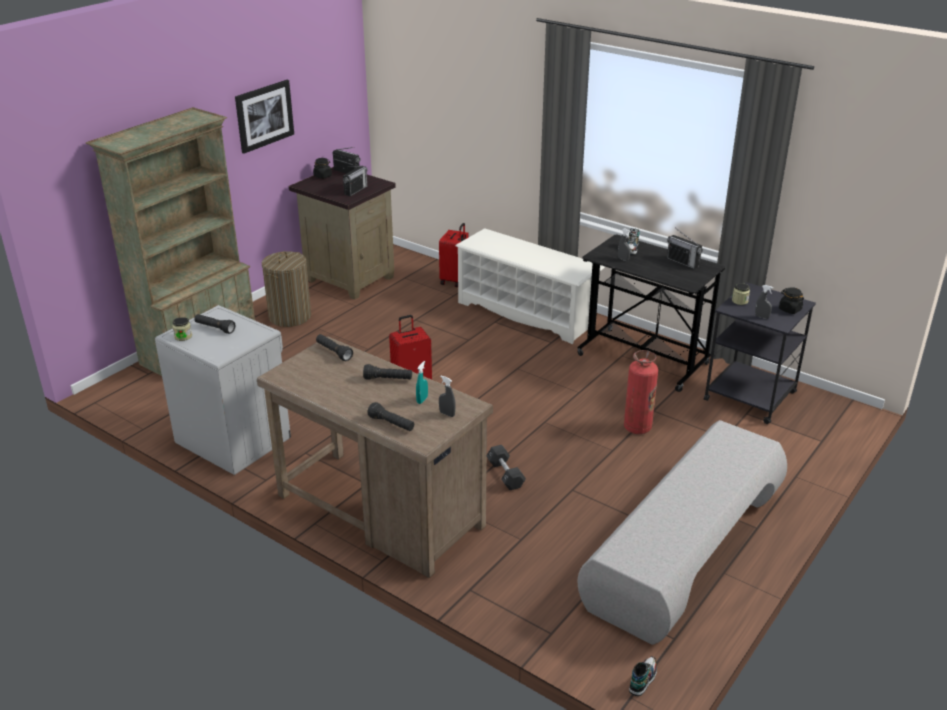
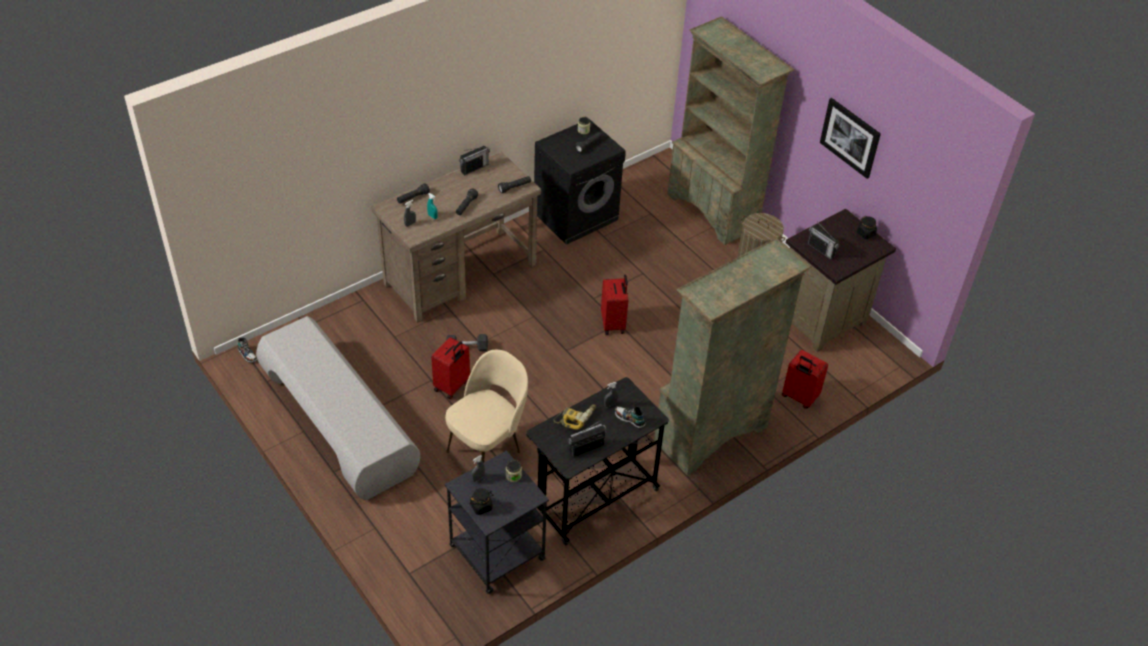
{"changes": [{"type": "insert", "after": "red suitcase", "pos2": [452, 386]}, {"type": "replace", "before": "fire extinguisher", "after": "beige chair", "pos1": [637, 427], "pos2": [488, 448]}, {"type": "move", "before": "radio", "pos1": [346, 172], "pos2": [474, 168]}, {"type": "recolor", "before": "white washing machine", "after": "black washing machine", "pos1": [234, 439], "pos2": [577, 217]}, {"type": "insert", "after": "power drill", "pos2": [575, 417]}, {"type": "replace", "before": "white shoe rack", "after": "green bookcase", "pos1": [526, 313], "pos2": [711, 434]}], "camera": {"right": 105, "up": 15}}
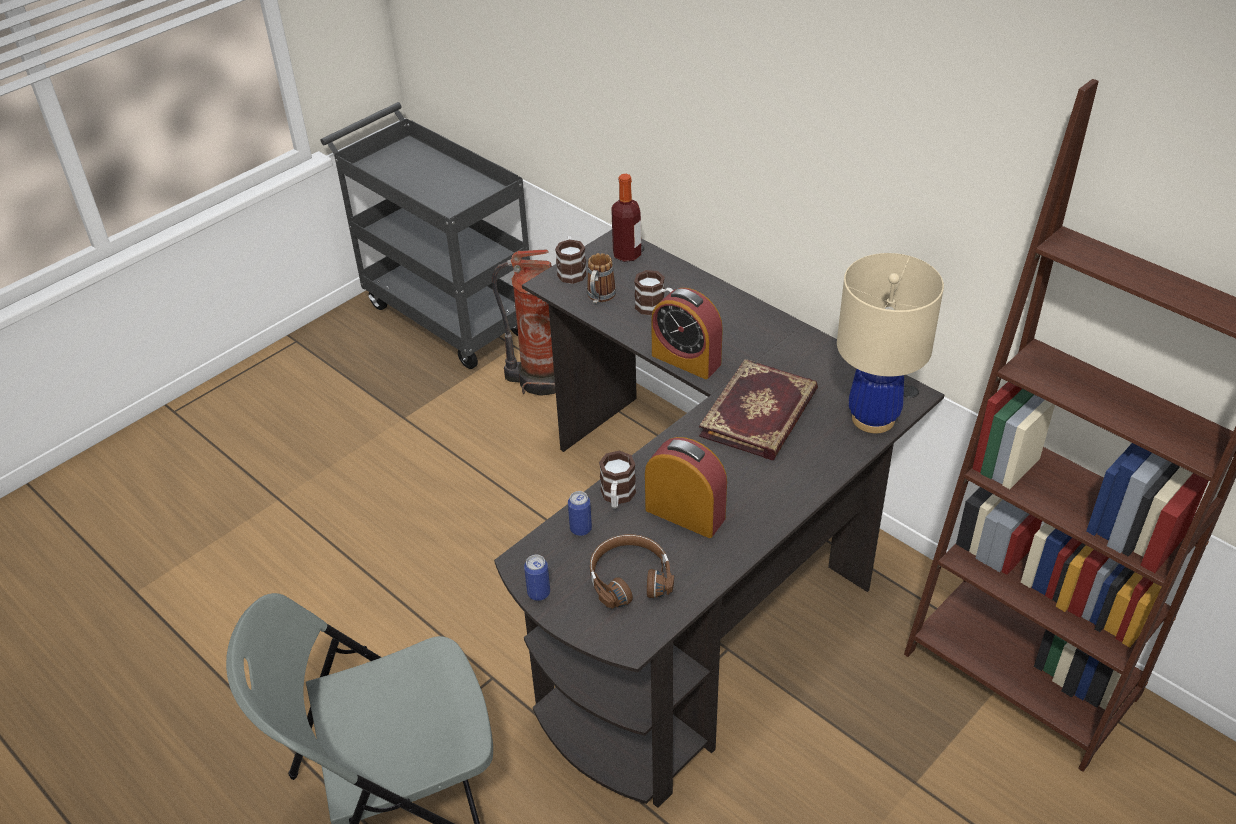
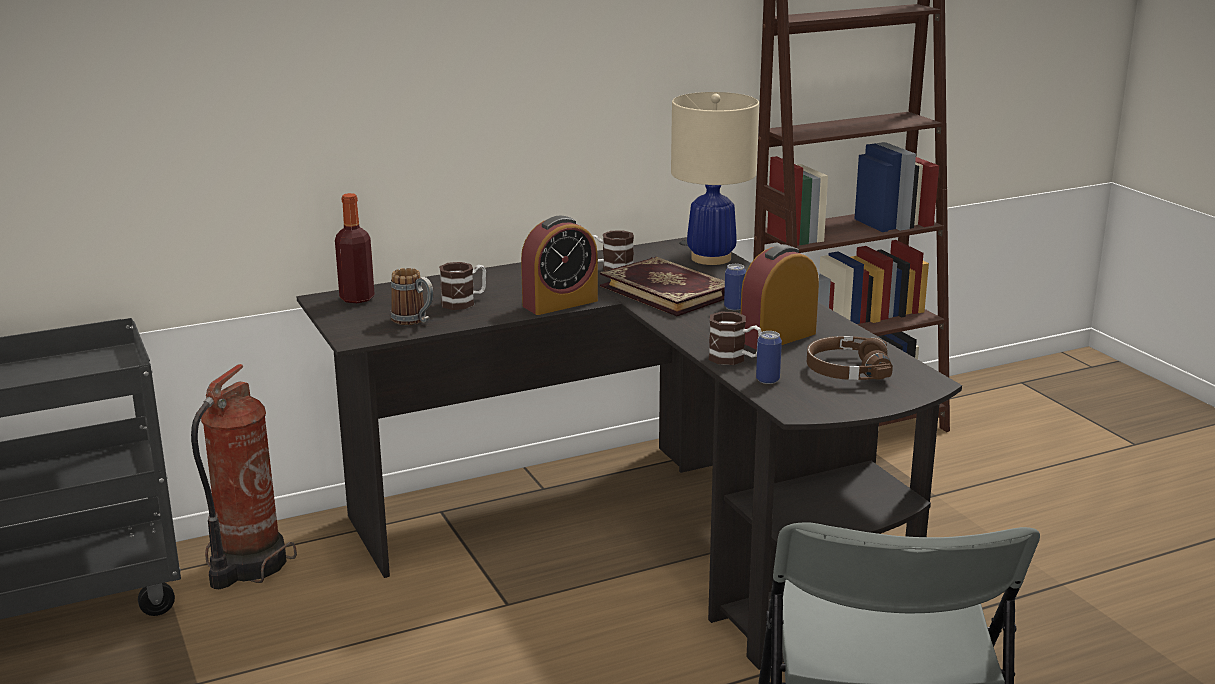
{"changes": [{"type": "move", "before": "mug", "pos1": [571, 271], "pos2": [611, 268]}, {"type": "move", "before": "can", "pos1": [539, 593], "pos2": [734, 307]}], "camera": {"right": -70, "up": -20}}
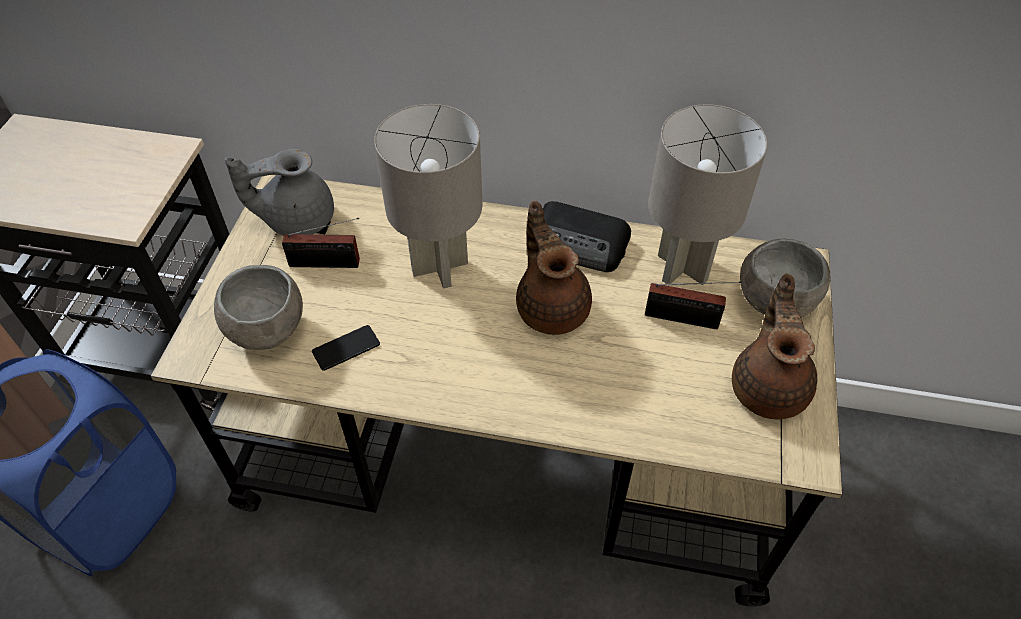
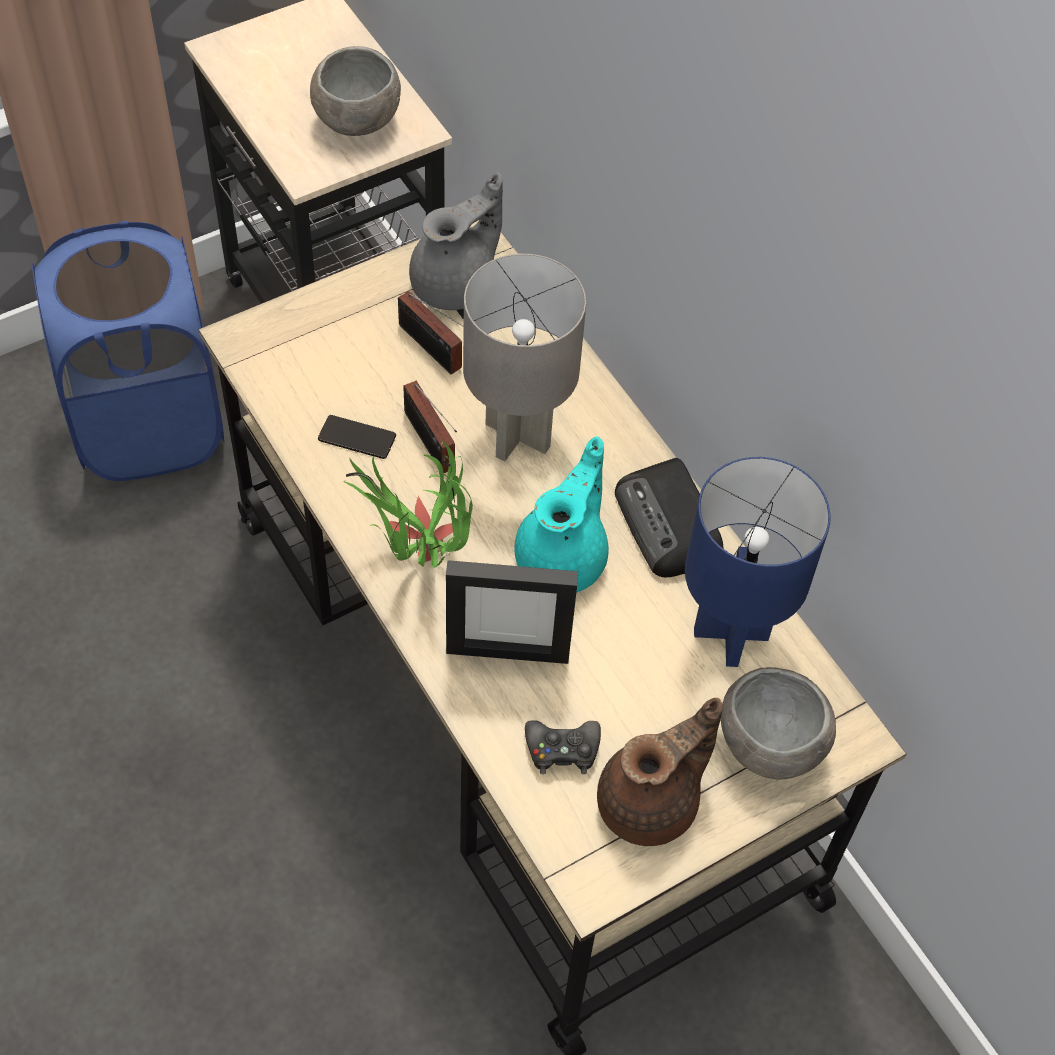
{"changes": [{"type": "move", "before": "grey bowl", "pos1": [267, 329], "pos2": [358, 121]}, {"type": "insert", "after": "potted plant", "pos2": [419, 561]}, {"type": "move", "before": "radio", "pos1": [685, 319], "pos2": [430, 444]}, {"type": "rotate", "before": "grey teapot", "pos1": [297, 219], "pos2": [456, 284], "turn": 105}, {"type": "insert", "after": "picture frame", "pos2": [508, 649]}, {"type": "recolor", "before": "brown teapot", "after": "turquoise teapot", "pos1": [552, 306], "pos2": [564, 558]}, {"type": "insert", "after": "black game controller", "pos2": [562, 750]}, {"type": "recolor", "before": "grey table lamp", "after": "blue table lamp", "pos1": [683, 268], "pos2": [732, 635]}], "camera": {"right": 45, "up": 5}}
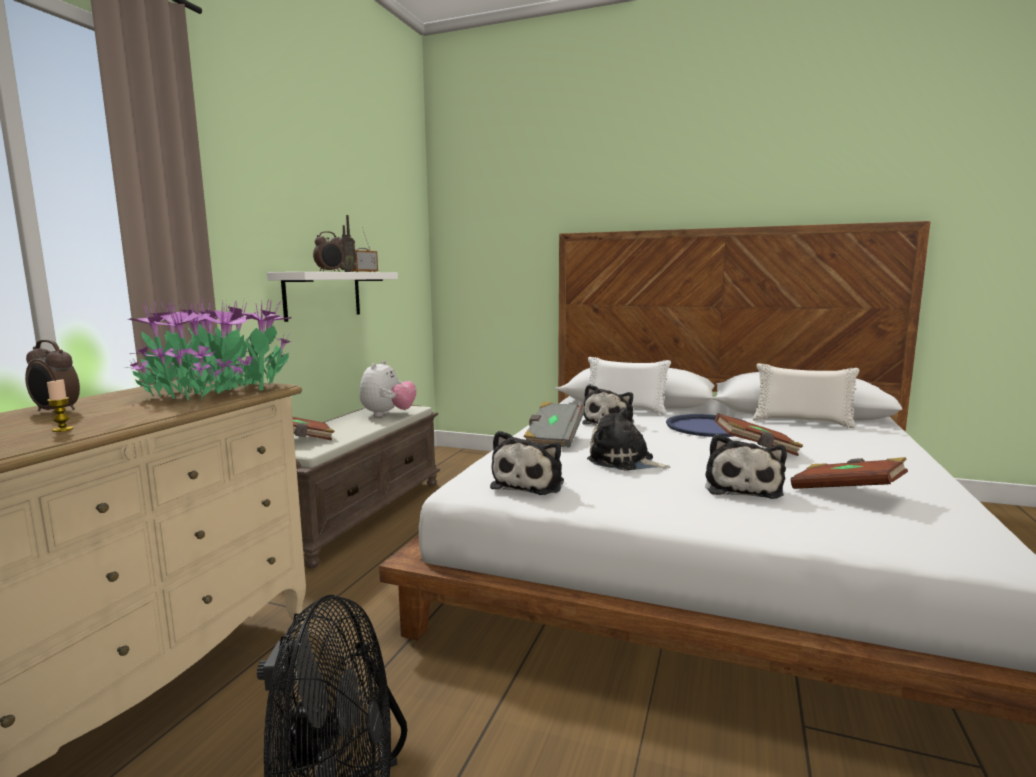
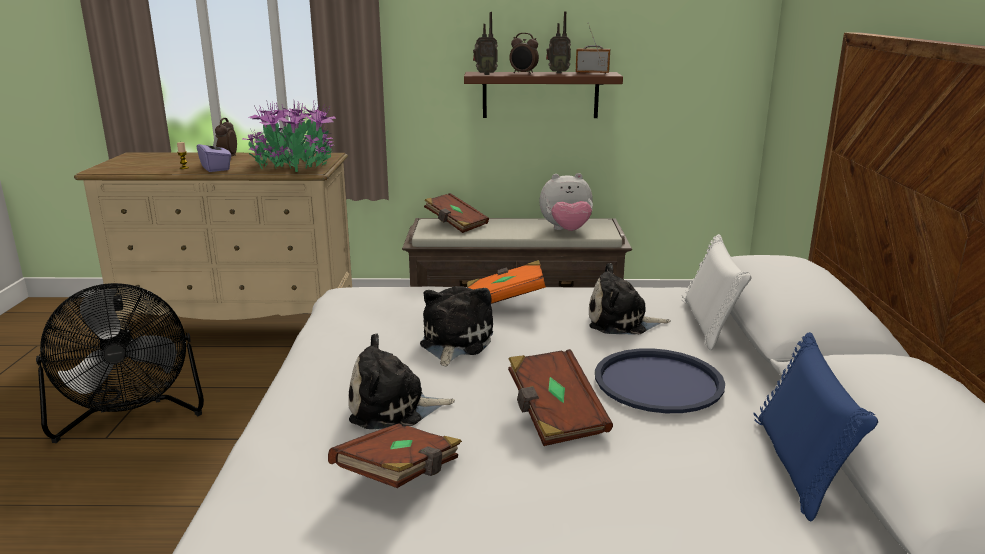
{"changes": [{"type": "insert", "after": "purple tissue box", "pos2": [216, 168]}, {"type": "recolor", "before": "white shelf", "after": "brown shelf", "pos1": [323, 295], "pos2": [540, 95]}, {"type": "recolor", "before": "grey book", "after": "orange book", "pos1": [553, 438], "pos2": [505, 300]}, {"type": "insert", "after": "radio", "pos2": [485, 74]}, {"type": "recolor", "before": "white pillow", "after": "blue pillow", "pos1": [802, 422], "pos2": [800, 467]}, {"type": "delete", "before": "plush toy", "pos1": [530, 484]}], "camera": {"right": 70, "up": 10}}
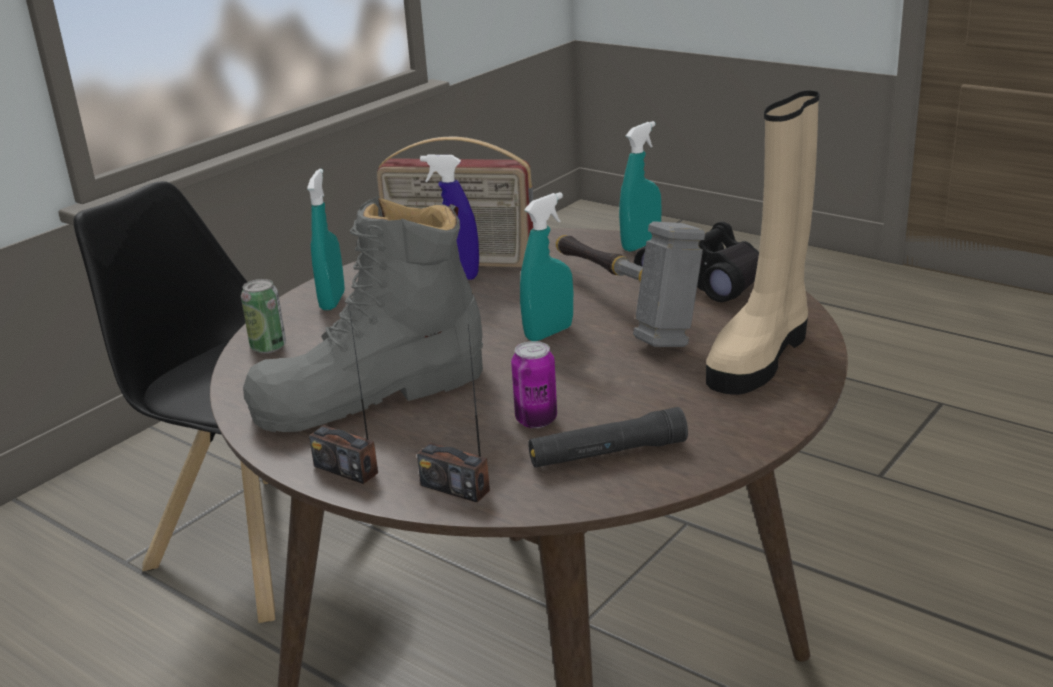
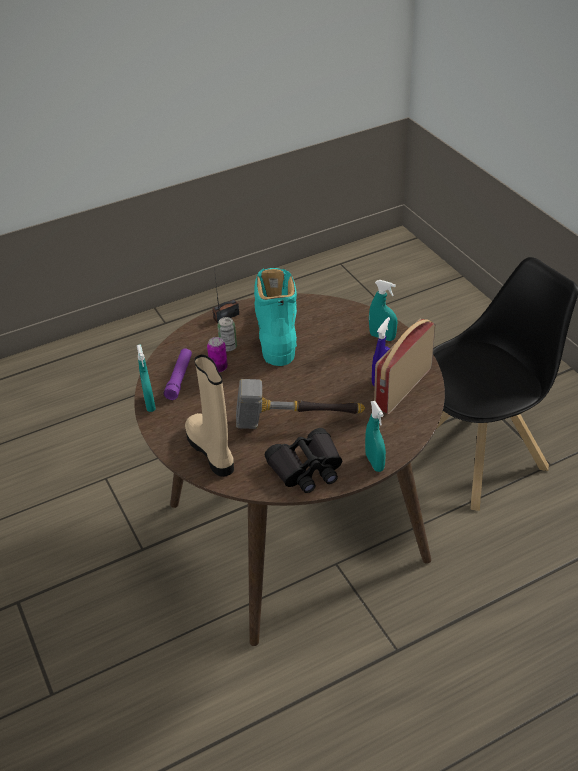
{"changes": [{"type": "move", "before": "turquoise spray bottle", "pos1": [549, 333], "pos2": [150, 404]}, {"type": "recolor", "before": "black flashlight", "after": "purple flashlight", "pos1": [607, 453], "pos2": [179, 378]}, {"type": "move", "before": "can", "pos1": [268, 347], "pos2": [228, 347]}, {"type": "recolor", "before": "grey boot", "after": "turquoise boot", "pos1": [371, 393], "pos2": [278, 332]}, {"type": "delete", "before": "radio", "pos1": [455, 487]}], "camera": {"right": 115, "up": 15}}
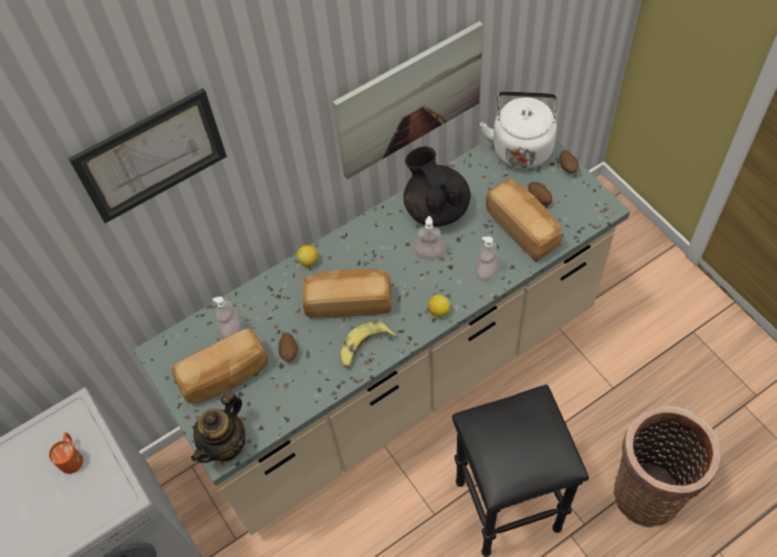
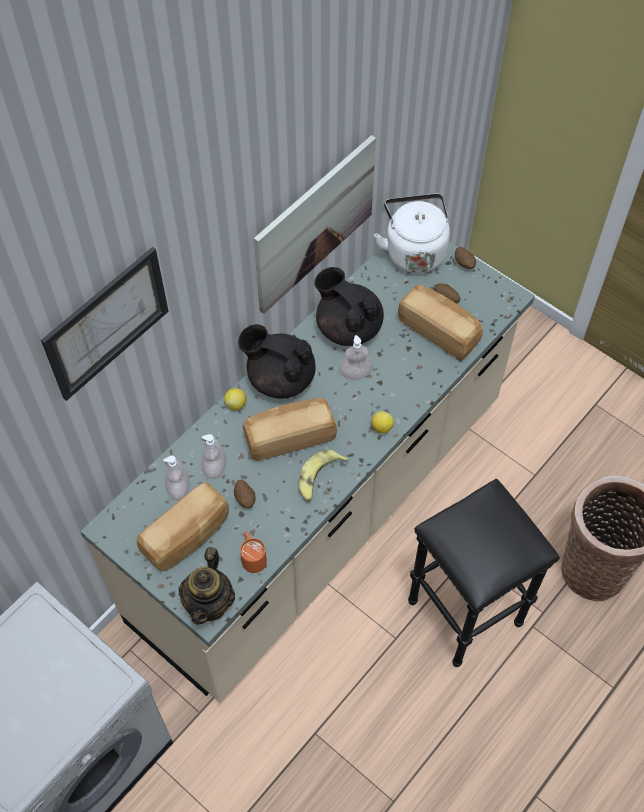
{"changes": [{"type": "move", "before": "soap dispenser", "pos1": [486, 271], "pos2": [214, 467]}, {"type": "insert", "after": "black teapot", "pos2": [280, 378]}, {"type": "move", "before": "orange mug", "pos1": [71, 456], "pos2": [252, 556]}], "camera": {"right": -20, "up": 0}}
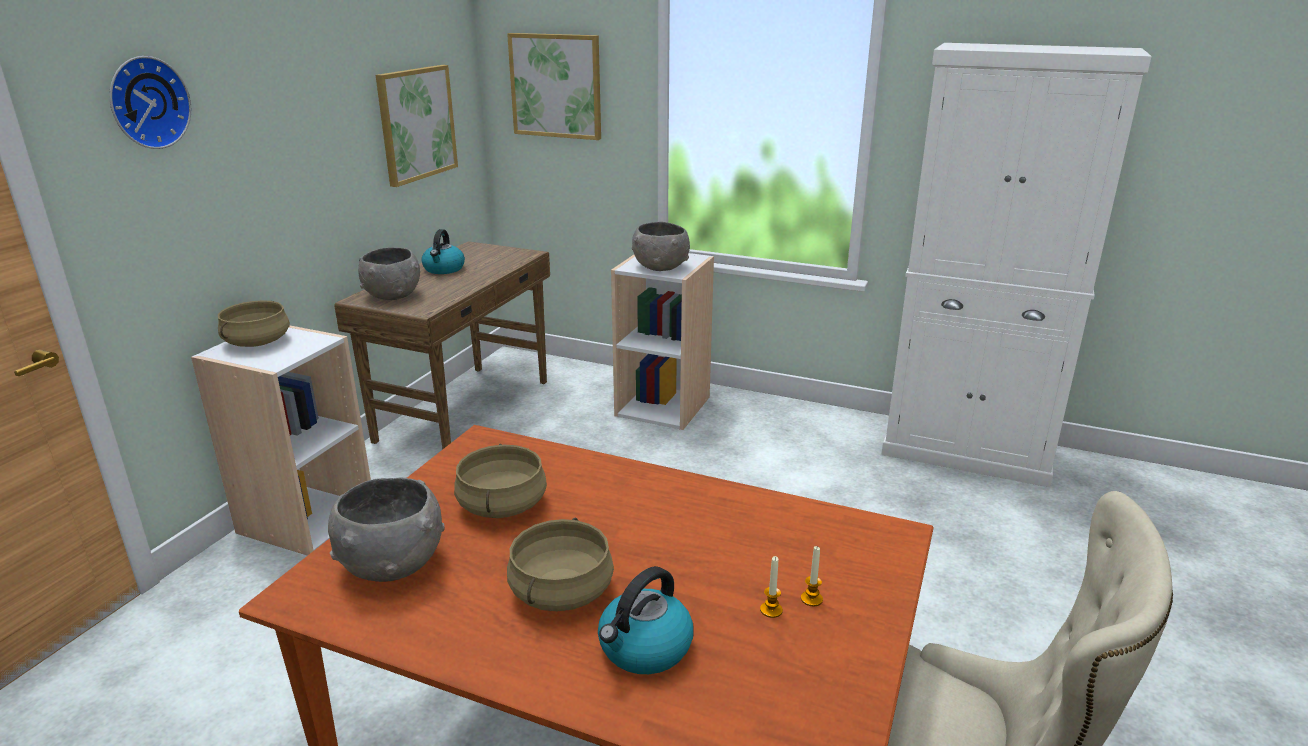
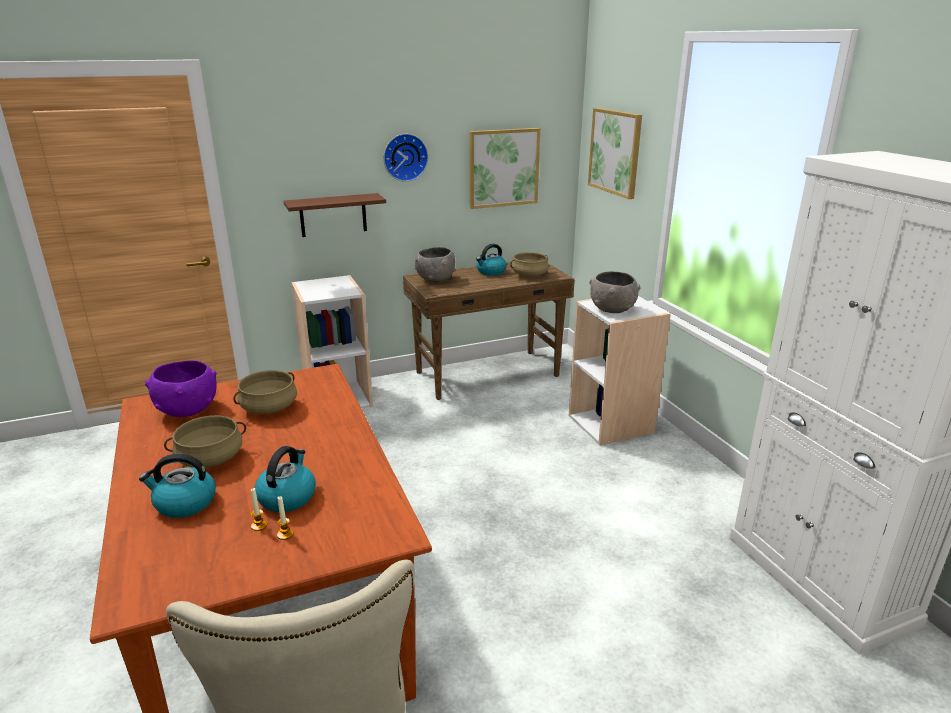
{"changes": [{"type": "recolor", "before": "grey bowl", "after": "purple bowl", "pos1": [392, 564], "pos2": [188, 410]}, {"type": "insert", "after": "kettle", "pos2": [287, 497]}, {"type": "insert", "after": "brown shelf", "pos2": [333, 215]}, {"type": "move", "before": "wall clock", "pos1": [146, 102], "pos2": [404, 157]}, {"type": "move", "before": "beige cooking pot", "pos1": [257, 342], "pos2": [529, 275]}], "camera": {"right": 45, "up": 0}}
